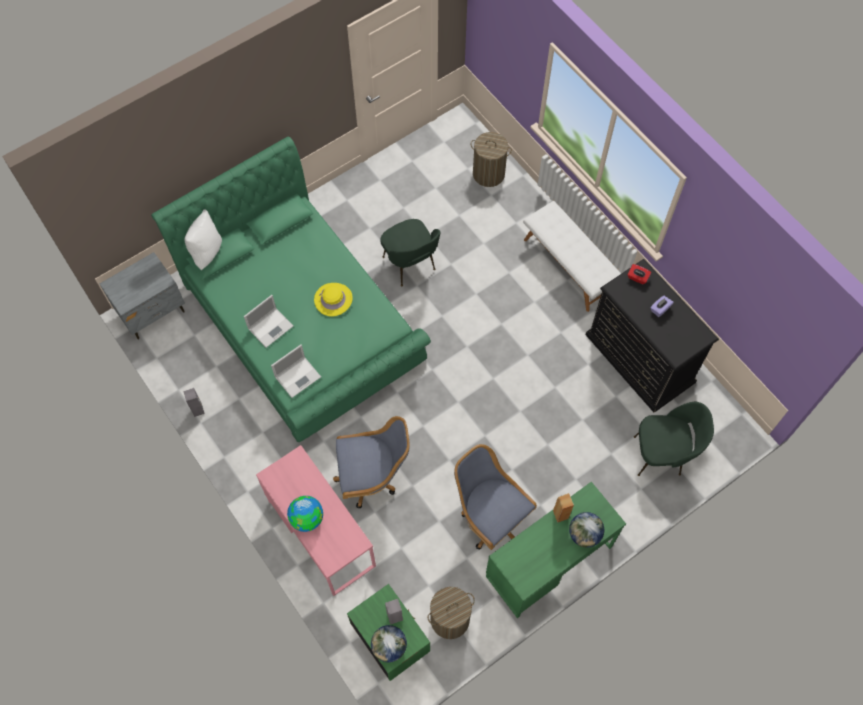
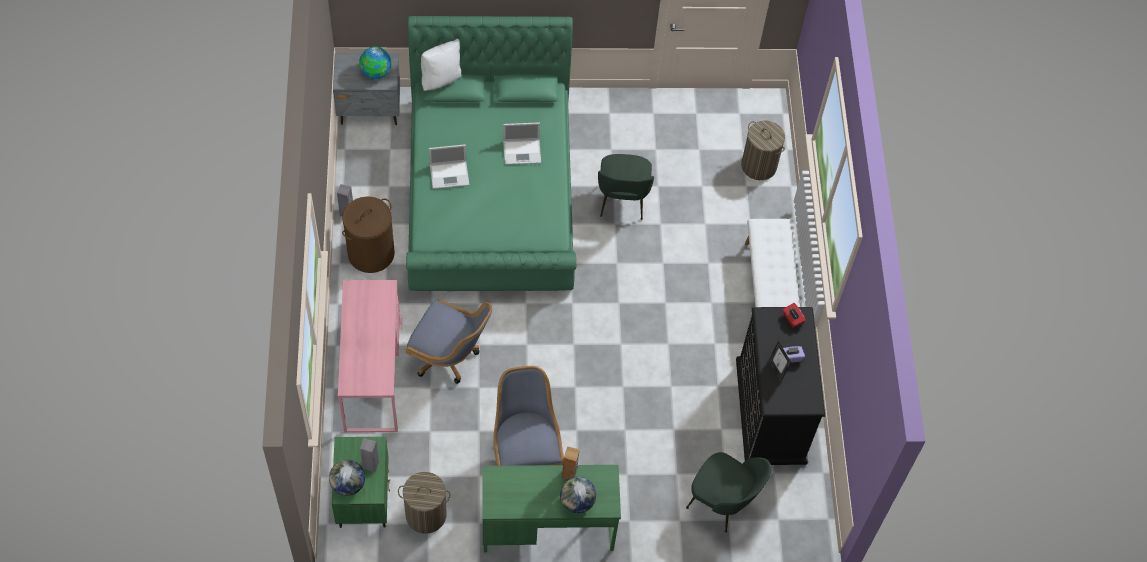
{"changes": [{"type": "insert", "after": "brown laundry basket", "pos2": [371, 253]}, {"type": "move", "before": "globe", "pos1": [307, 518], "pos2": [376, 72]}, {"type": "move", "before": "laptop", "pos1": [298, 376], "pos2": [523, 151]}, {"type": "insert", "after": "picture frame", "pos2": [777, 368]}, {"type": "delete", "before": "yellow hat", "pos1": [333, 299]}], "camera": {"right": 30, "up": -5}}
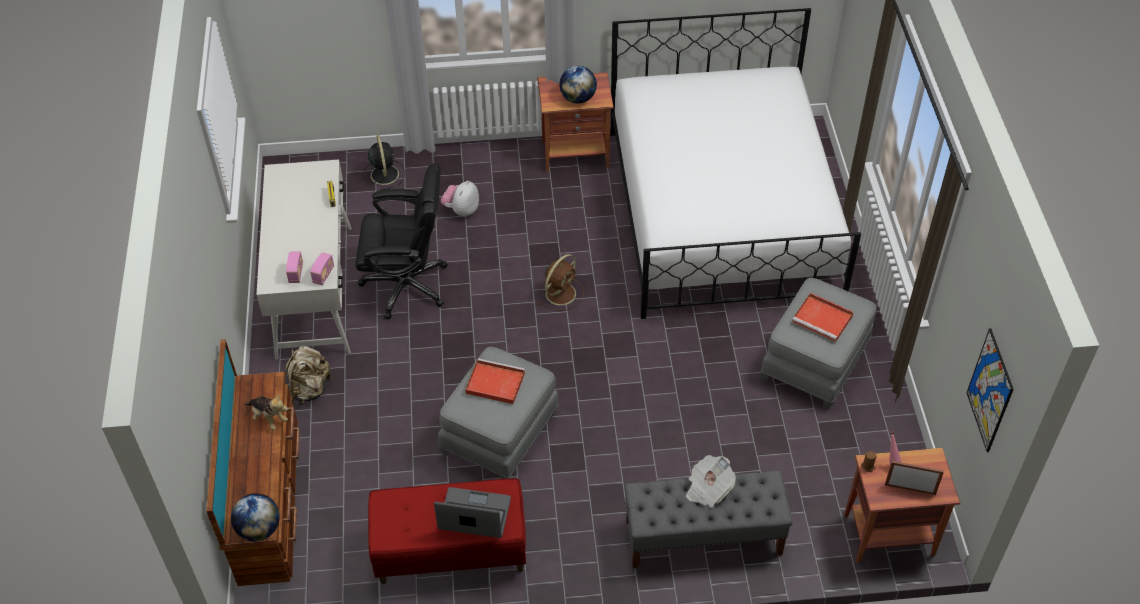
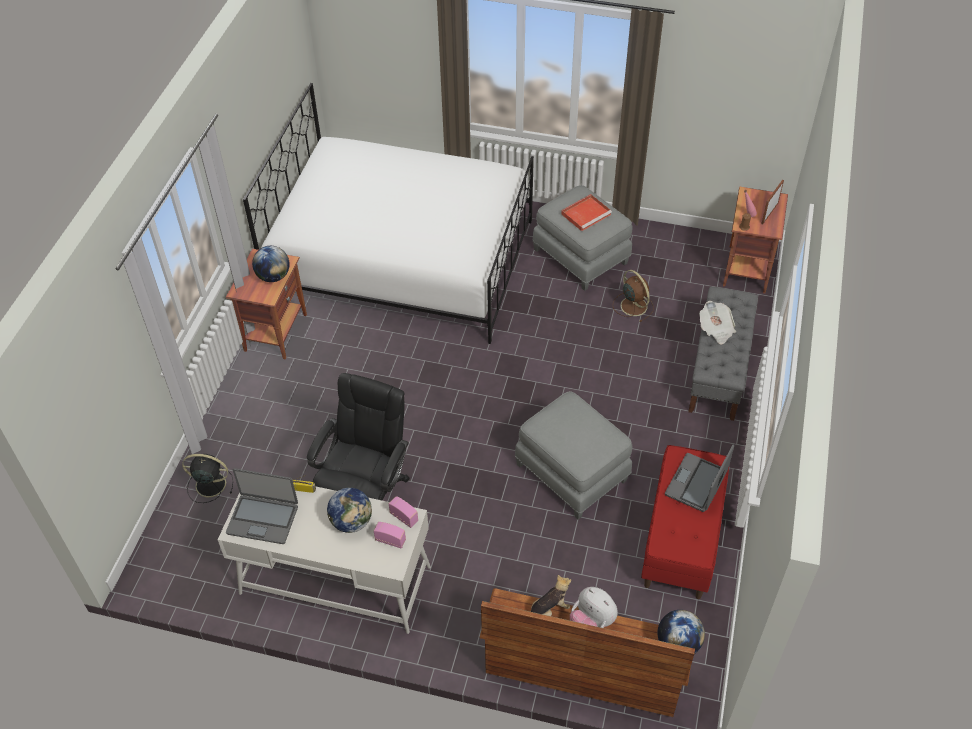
{"changes": [{"type": "insert", "after": "laptop", "pos2": [263, 519]}, {"type": "insert", "after": "globe", "pos2": [352, 521]}, {"type": "move", "before": "plush toy", "pos1": [461, 210], "pos2": [592, 621]}, {"type": "move", "before": "brown fan", "pos1": [561, 293], "pos2": [633, 305]}, {"type": "delete", "before": "beige backpack", "pos1": [310, 388]}, {"type": "delete", "before": "red tray", "pos1": [494, 383]}, {"type": "delete", "before": "picture", "pos1": [990, 391]}], "camera": {"right": -70, "up": 0}}
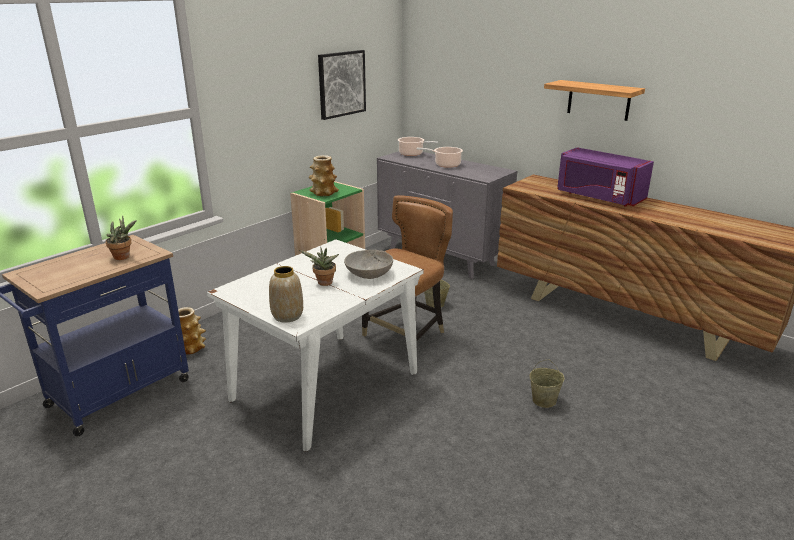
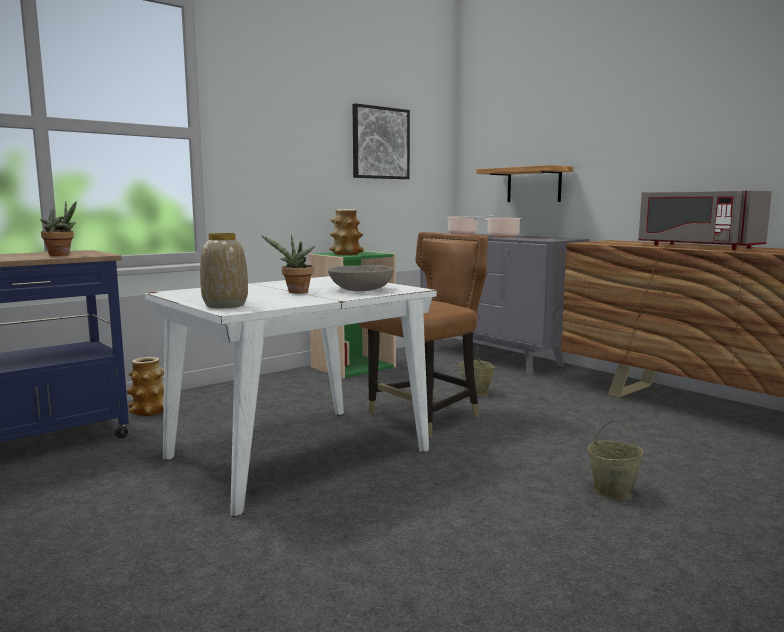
{"changes": [{"type": "move", "before": "shelf", "pos1": [598, 100], "pos2": [534, 185]}, {"type": "recolor", "before": "purple microwave", "after": "grey microwave", "pos1": [598, 197], "pos2": [696, 246]}], "camera": {"right": 10, "up": -15}}
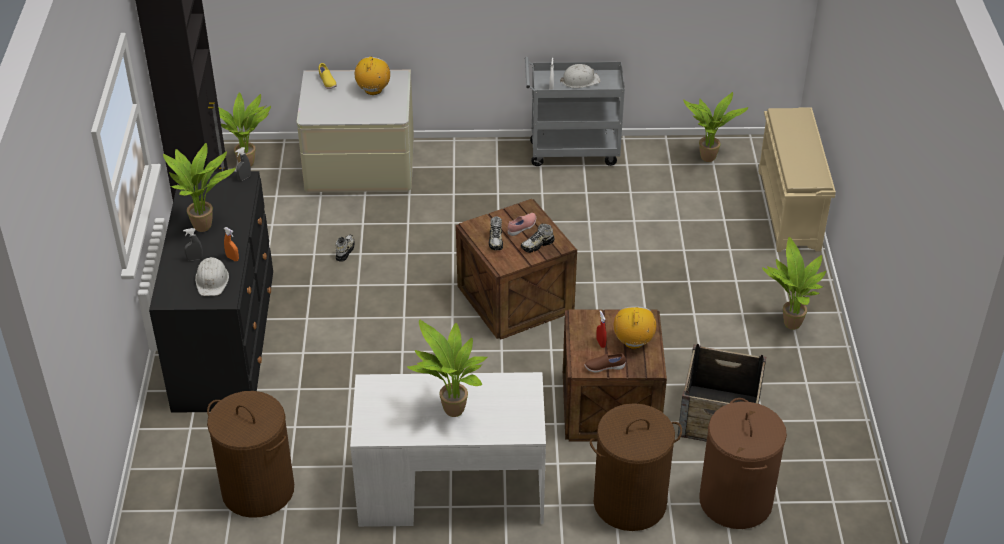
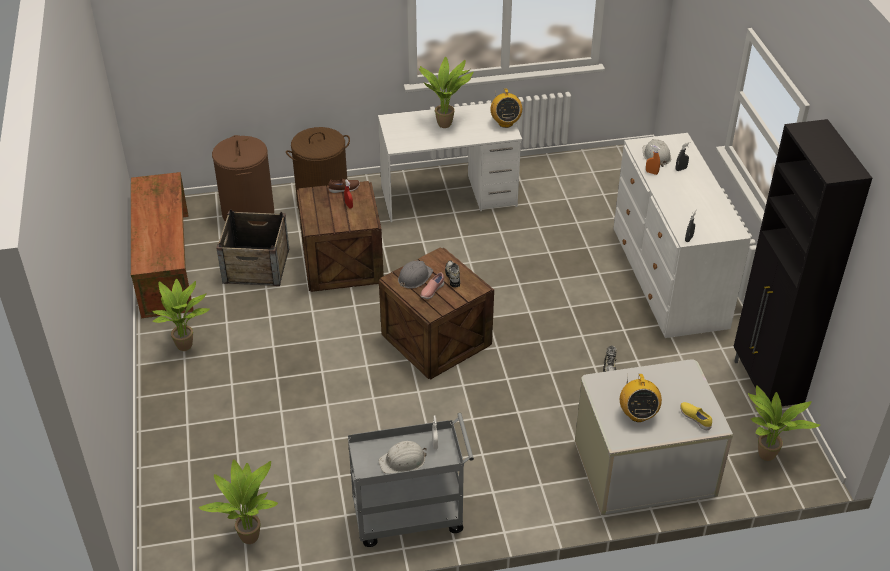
{"changes": [{"type": "insert", "after": "brown bench", "pos2": [164, 263]}, {"type": "replace", "before": "shoe", "after": "grey hard hat", "pos1": [537, 245], "pos2": [414, 277]}, {"type": "move", "before": "radio", "pos1": [633, 342], "pos2": [505, 123]}, {"type": "recolor", "before": "black dresser", "after": "white dresser", "pos1": [225, 338], "pos2": [669, 277]}, {"type": "delete", "before": "potted plant", "pos1": [205, 226]}, {"type": "delete", "before": "brown laundry basket", "pos1": [257, 490]}, {"type": "delete", "before": "beige shoe rack", "pos1": [790, 210]}], "camera": {"right": 170, "up": 0}}
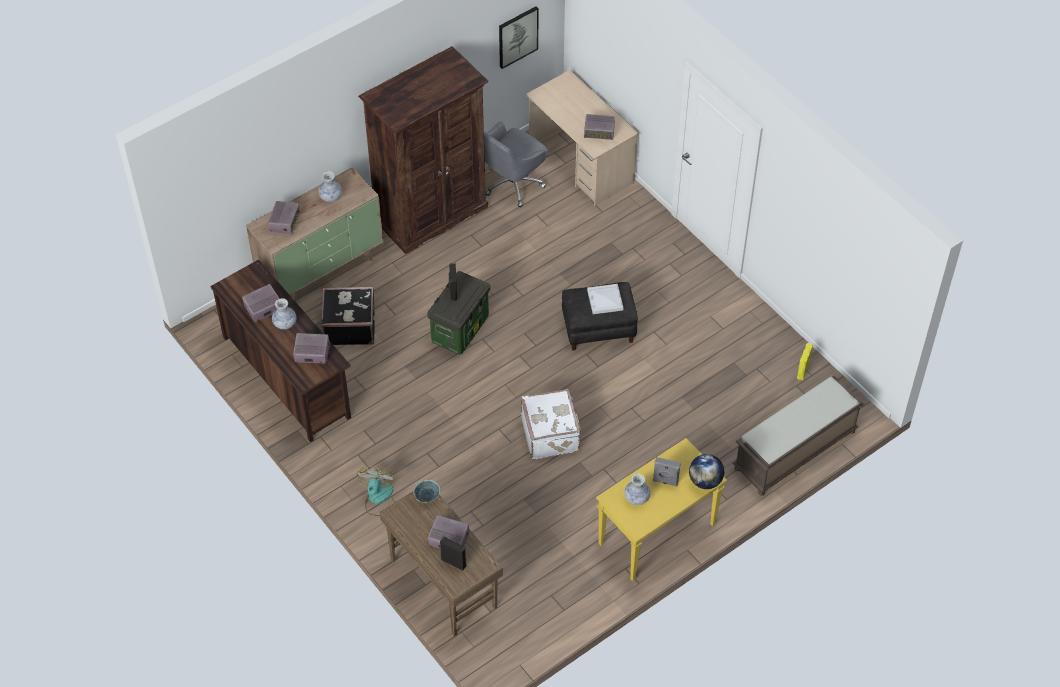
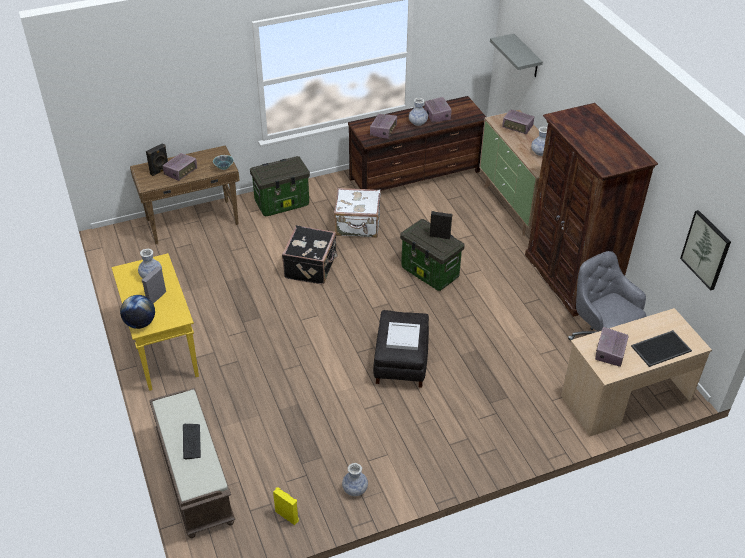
{"changes": [{"type": "insert", "after": "keyboard", "pos2": [191, 441]}, {"type": "replace", "before": "fan", "after": "storage box", "pos1": [379, 499], "pos2": [282, 203]}, {"type": "move", "before": "black suitcase", "pos1": [349, 326], "pos2": [311, 267]}, {"type": "move", "before": "white suitcase", "pos1": [551, 434], "pos2": [358, 225]}, {"type": "insert", "after": "vase", "pos2": [355, 489]}, {"type": "insert", "after": "grey shelf", "pos2": [526, 56]}, {"type": "insert", "after": "tray", "pos2": [661, 348]}], "camera": {"right": 105, "up": -10}}
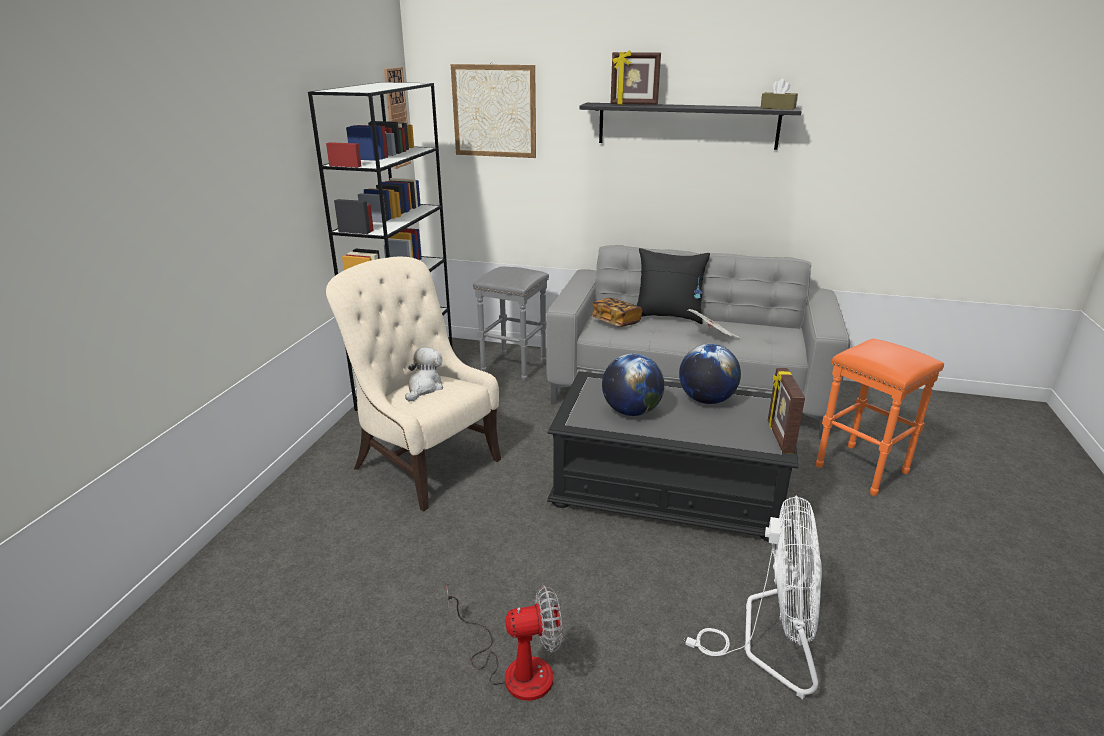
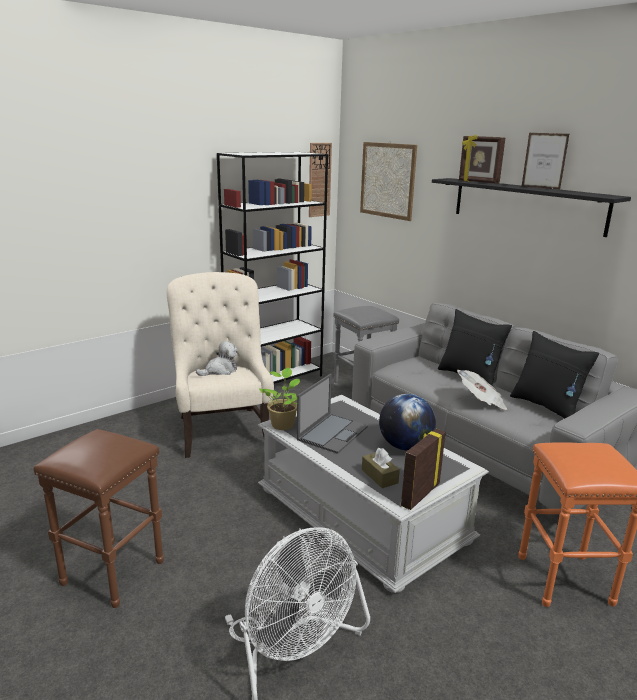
{"changes": [{"type": "replace", "before": "fan", "after": "brown stool", "pos1": [515, 668], "pos2": [113, 570]}, {"type": "recolor", "before": "black coffee table", "after": "white coffee table", "pos1": [669, 487], "pos2": [362, 514]}, {"type": "insert", "after": "potted plant", "pos2": [282, 424]}, {"type": "replace", "before": "globe", "after": "laptop", "pos1": [631, 411], "pos2": [333, 433]}, {"type": "move", "before": "brown tissue box", "pos1": [778, 108], "pos2": [379, 476]}, {"type": "insert", "after": "black pillow", "pos2": [545, 407]}, {"type": "insert", "after": "picture frame", "pos2": [540, 188]}, {"type": "delete", "before": "book", "pos1": [615, 322]}], "camera": {"right": 35, "up": -5}}
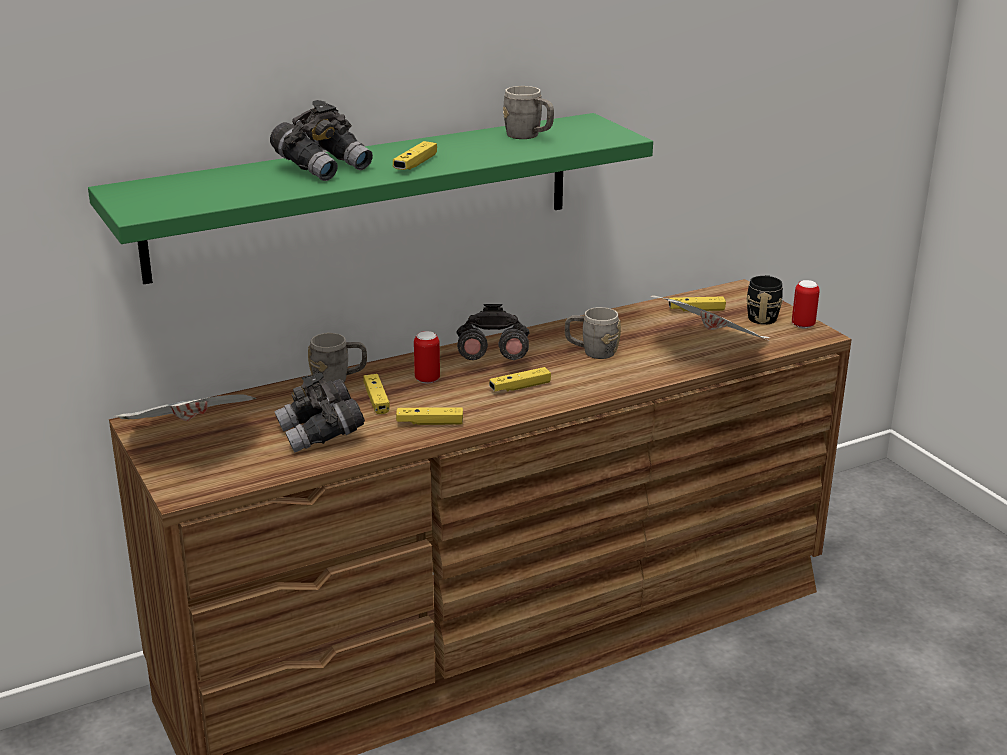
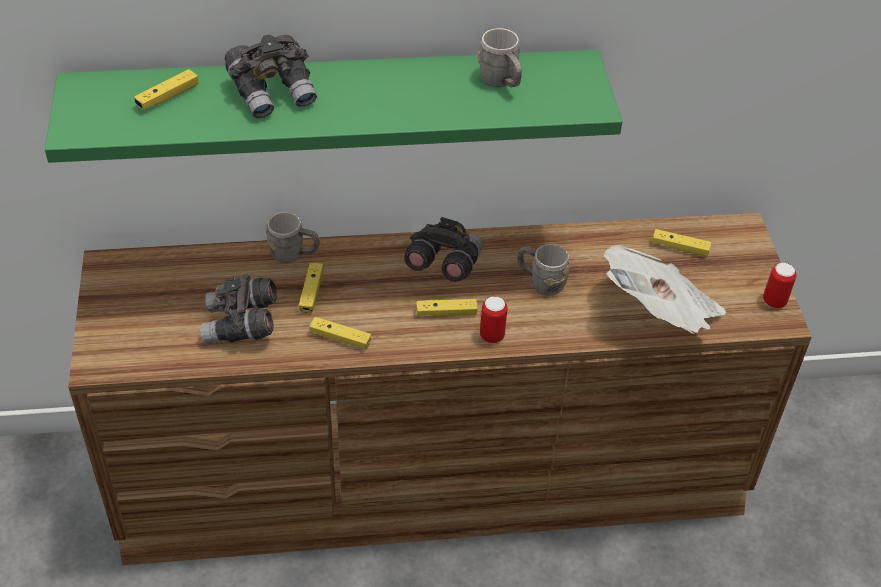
{"changes": [{"type": "move", "before": "yellow game controller", "pos1": [415, 164], "pos2": [167, 97]}, {"type": "move", "before": "can", "pos1": [427, 379], "pos2": [492, 336]}, {"type": "delete", "before": "newspaper", "pos1": [190, 441]}, {"type": "delete", "before": "black mug", "pos1": [762, 316]}], "camera": {"right": 20, "up": 20}}
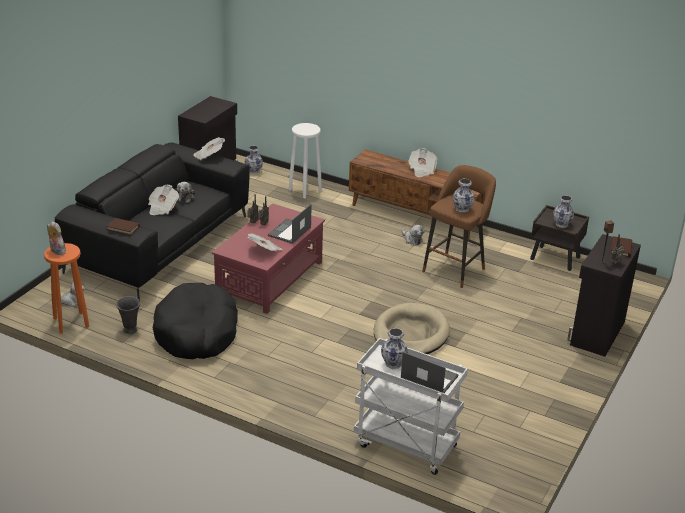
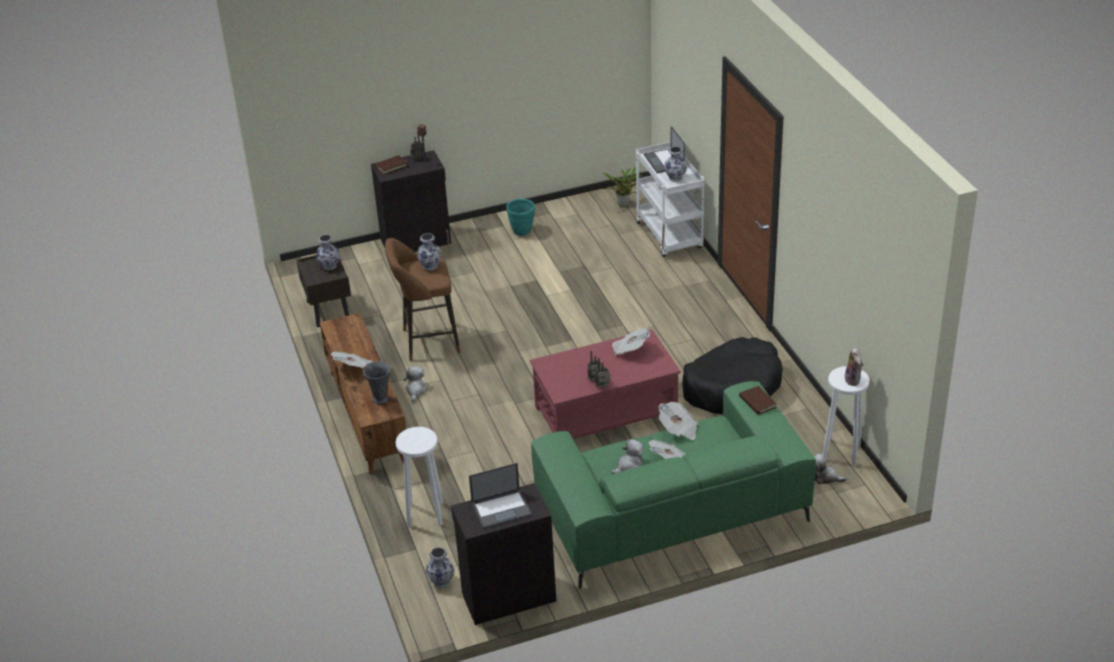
{"changes": [{"type": "move", "before": "grey vase", "pos1": [130, 330], "pos2": [381, 399]}, {"type": "move", "before": "laptop", "pos1": [289, 232], "pos2": [502, 509]}, {"type": "insert", "after": "turquoise planter", "pos2": [522, 231]}, {"type": "recolor", "before": "black sofa", "after": "green sofa", "pos1": [159, 244], "pos2": [671, 512]}, {"type": "insert", "after": "potted plant", "pos2": [624, 204]}, {"type": "move", "before": "newspaper", "pos1": [209, 156], "pos2": [678, 429]}, {"type": "recolor", "before": "orange stool", "after": "white stool", "pos1": [70, 322], "pos2": [842, 452]}, {"type": "delete", "before": "beige dog bed", "pos1": [410, 334]}], "camera": {"right": -135, "up": 5}}
